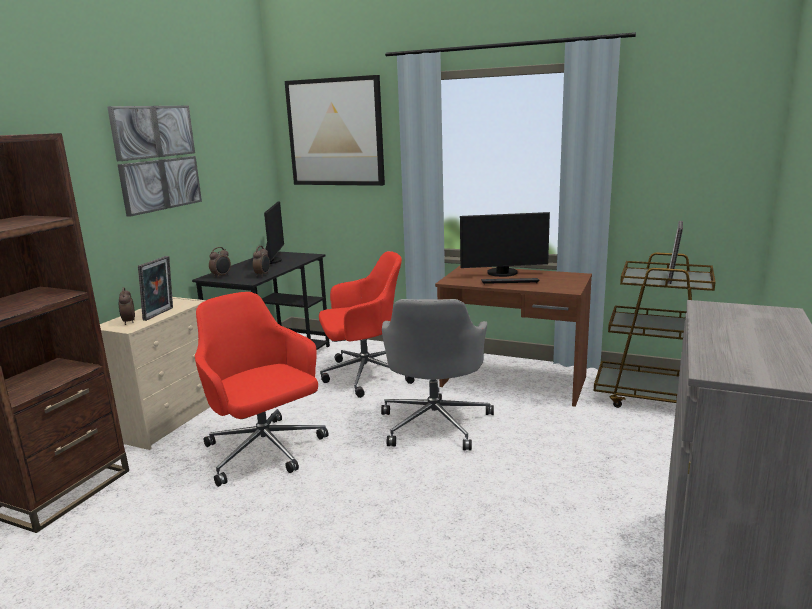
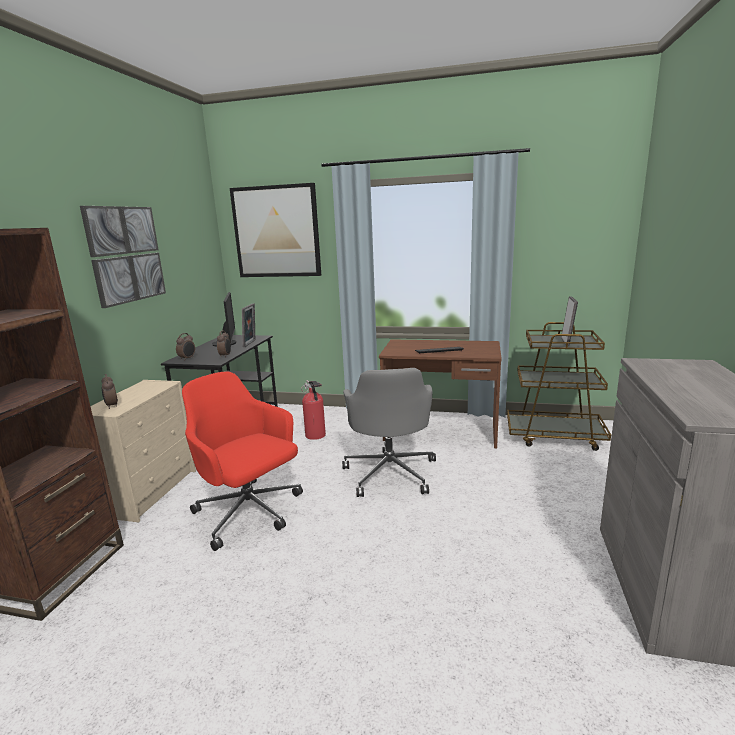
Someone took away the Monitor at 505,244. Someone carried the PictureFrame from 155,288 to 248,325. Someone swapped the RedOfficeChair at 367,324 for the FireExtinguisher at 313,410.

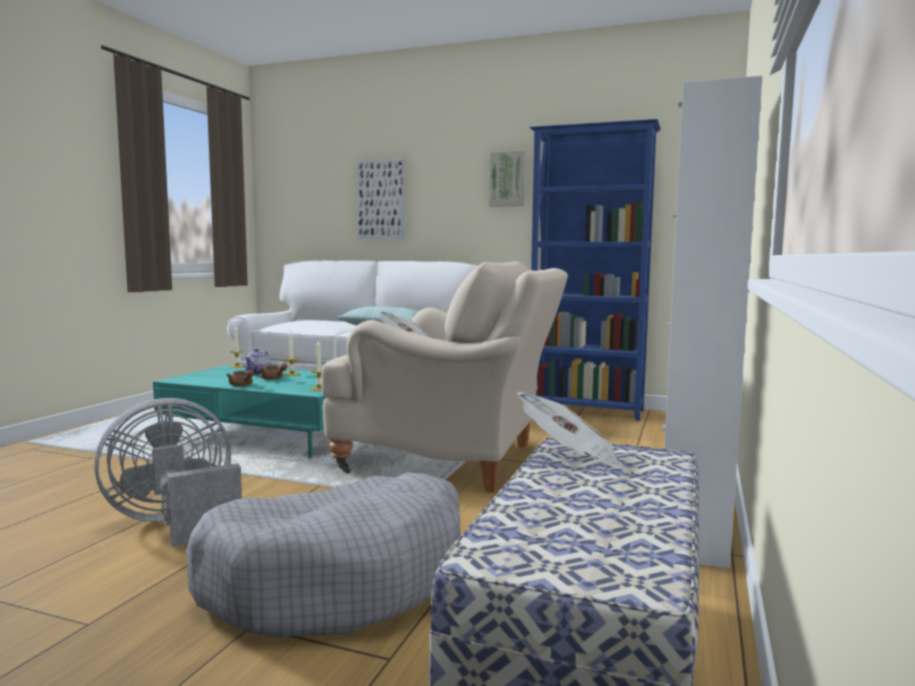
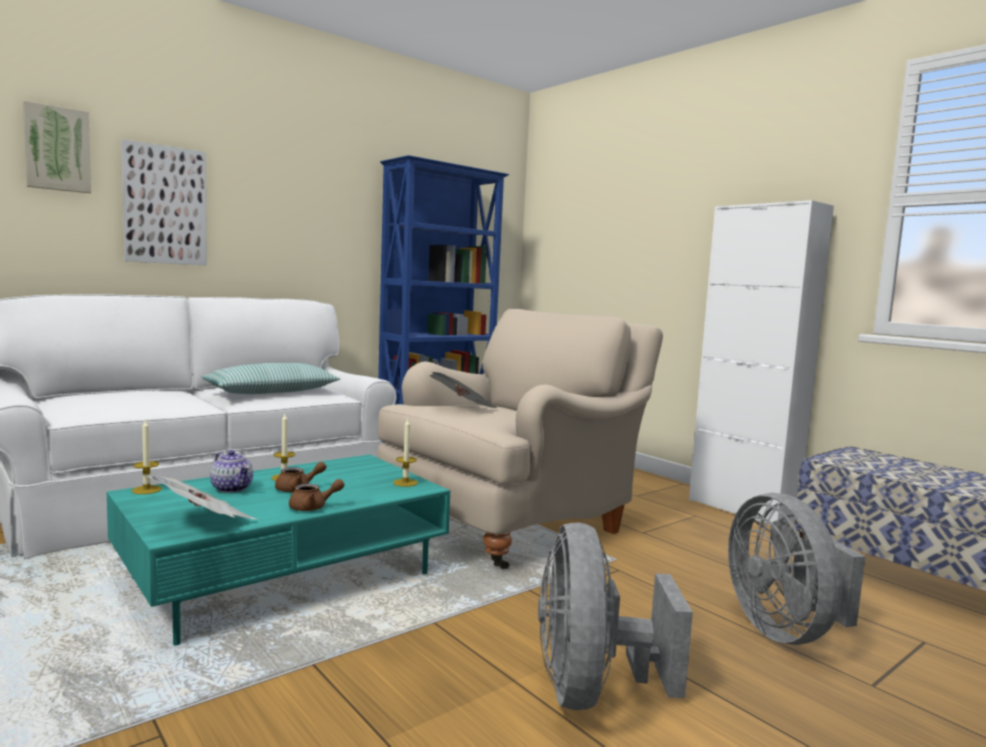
Someone carried the Picture from 507,179 to 57,147. Someone carried the Newspaper from 570,430 to 201,497. Someone swapped the GreyDogBed at 323,555 for the GreyFan at 796,569.

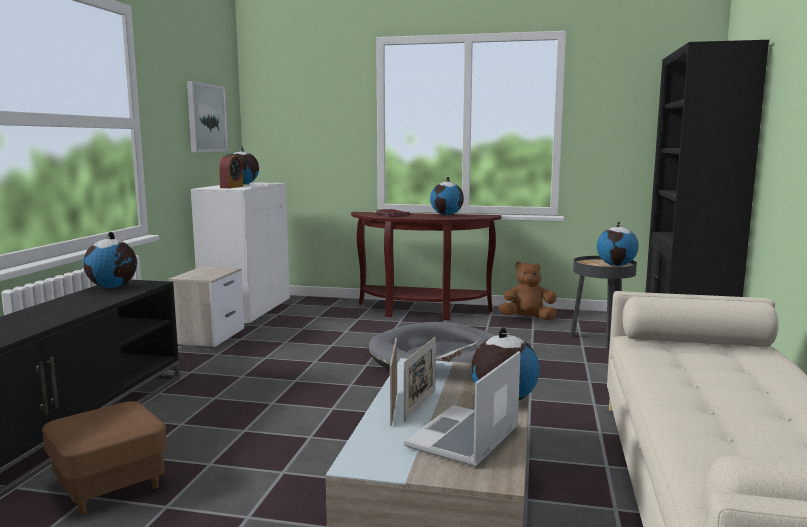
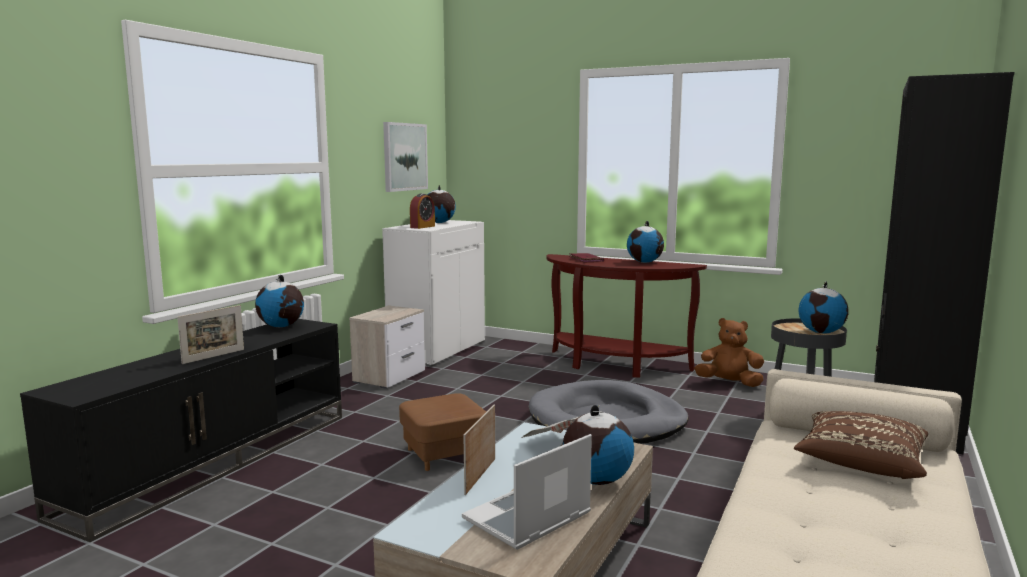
Someone put down the BrownPillow at 861,445. Someone carried the BrownOttoman from 104,457 to 442,432. Someone carried the PictureFrame from 420,379 to 210,334.

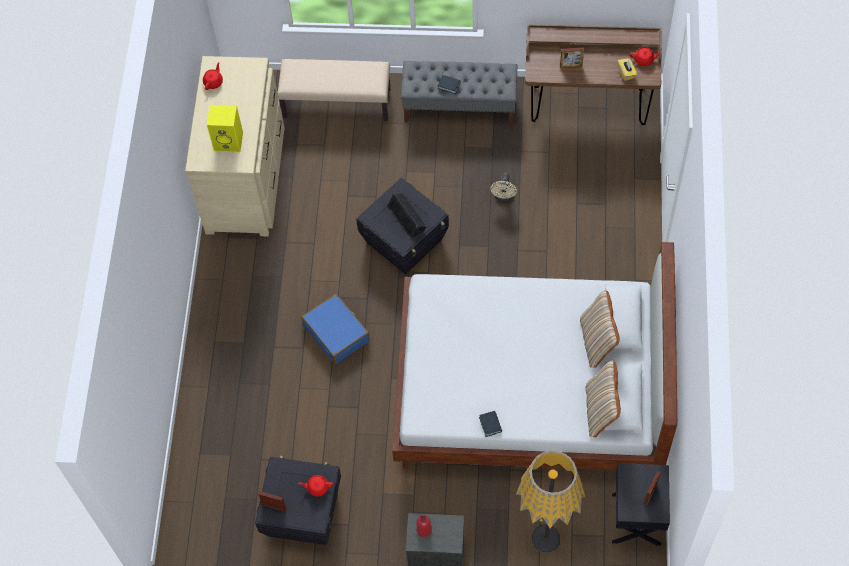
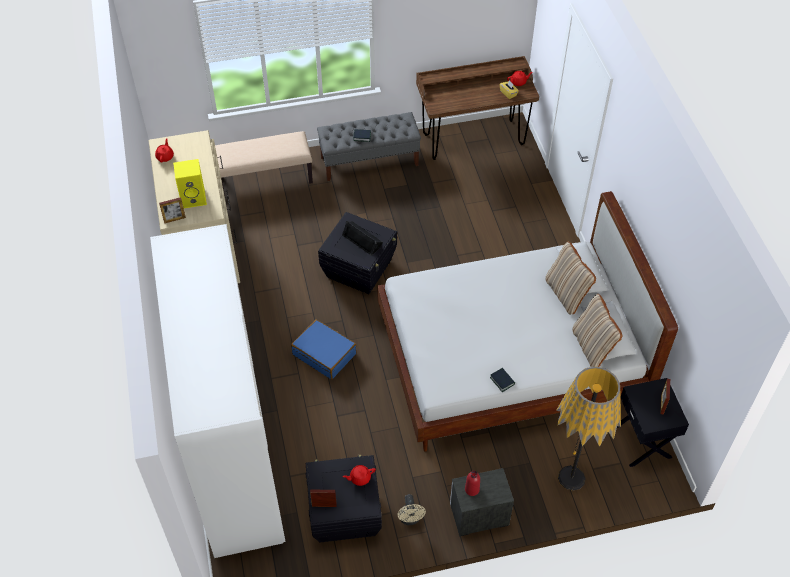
Someone put down the WhiteWardrobe at 218,391. Someone carried the BeigeFan from 503,188 to 412,509. Someone carried the PictureFrame from 572,57 to 172,210.

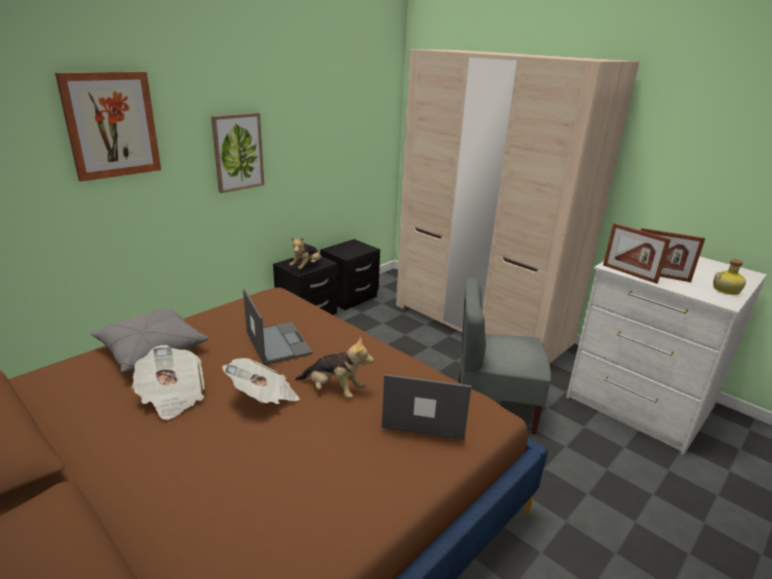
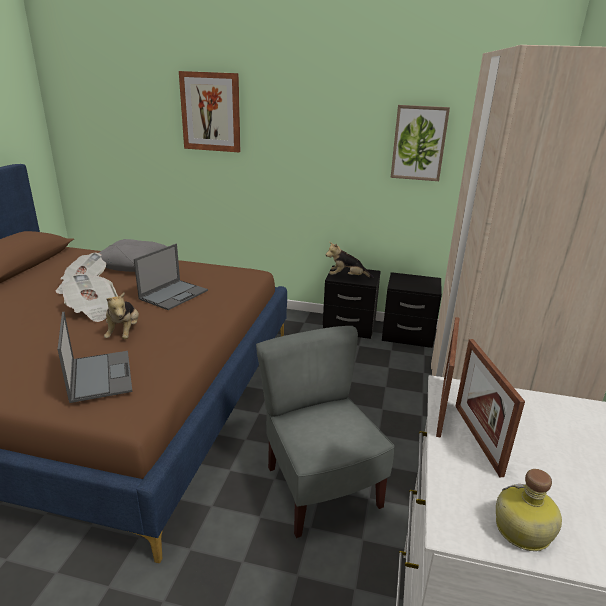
Someone carried the Picture from 237,153 to 420,143.

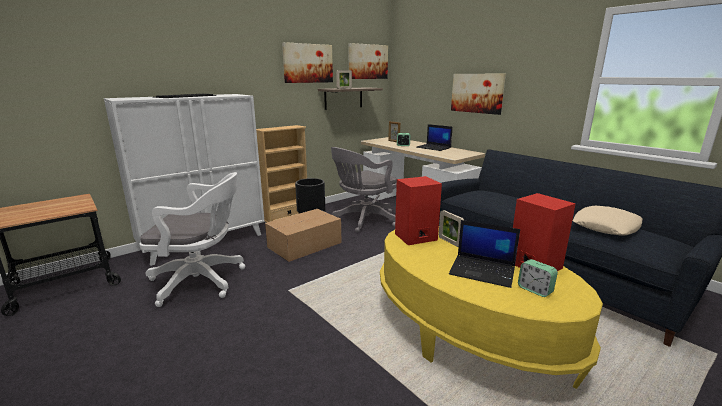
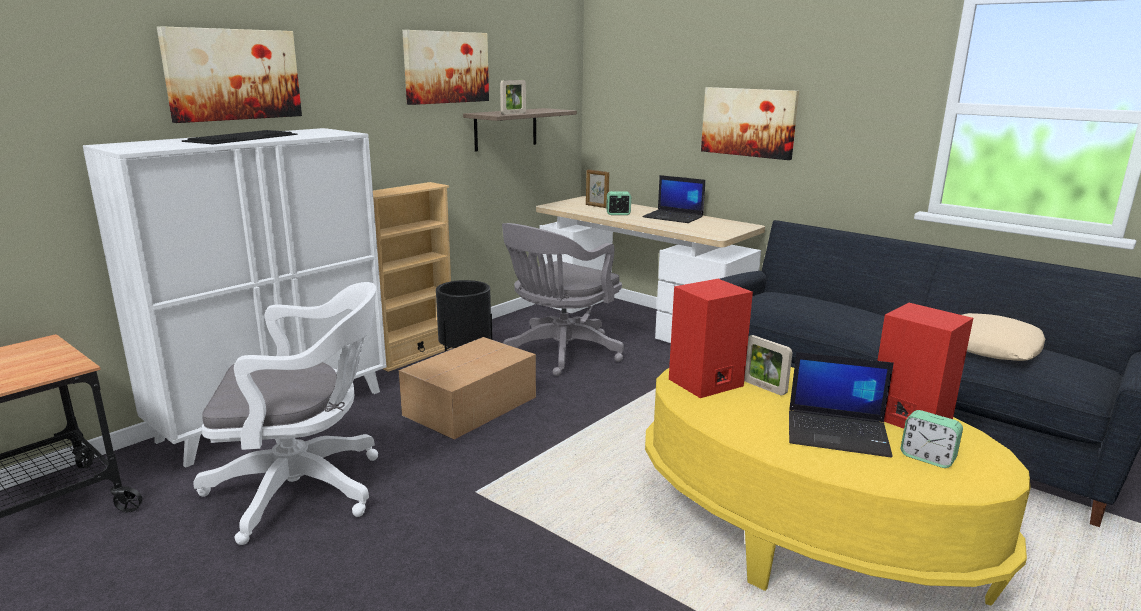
Someone carried the Picture from 368,61 to 229,74.

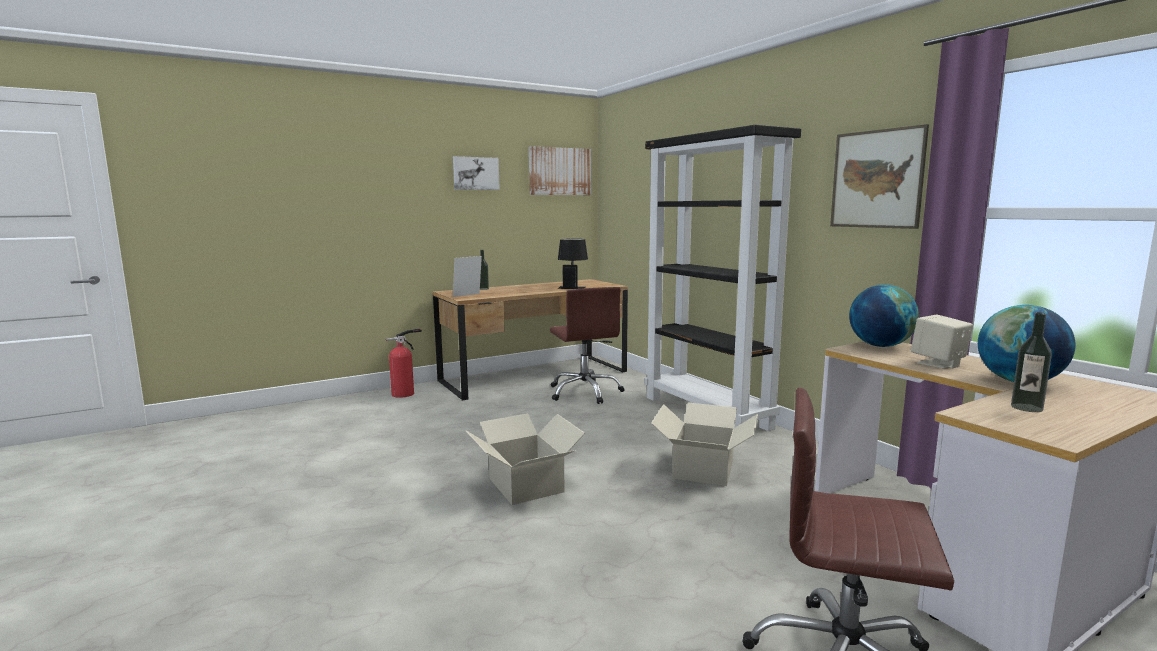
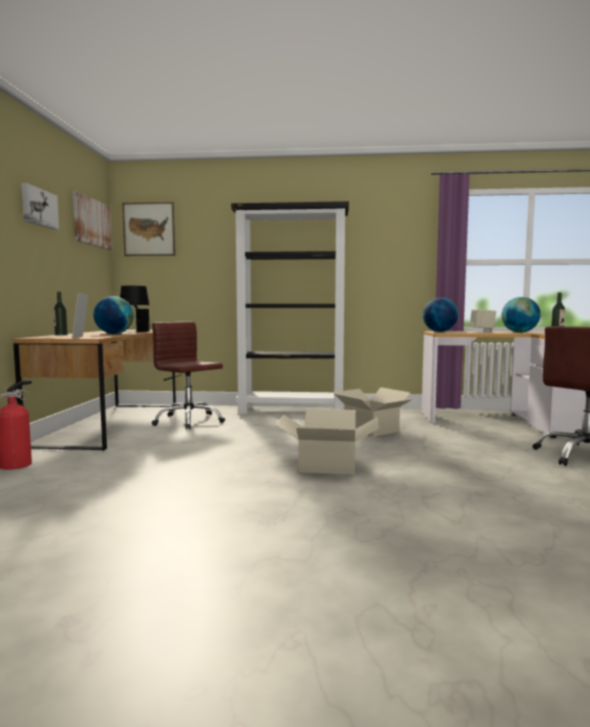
Someone put down the Globe at 113,315. Someone carried the Picture from 879,176 to 148,229. Someone rotated the BrownOfficeChair at 587,345 by 150 degrees counterclockwise.

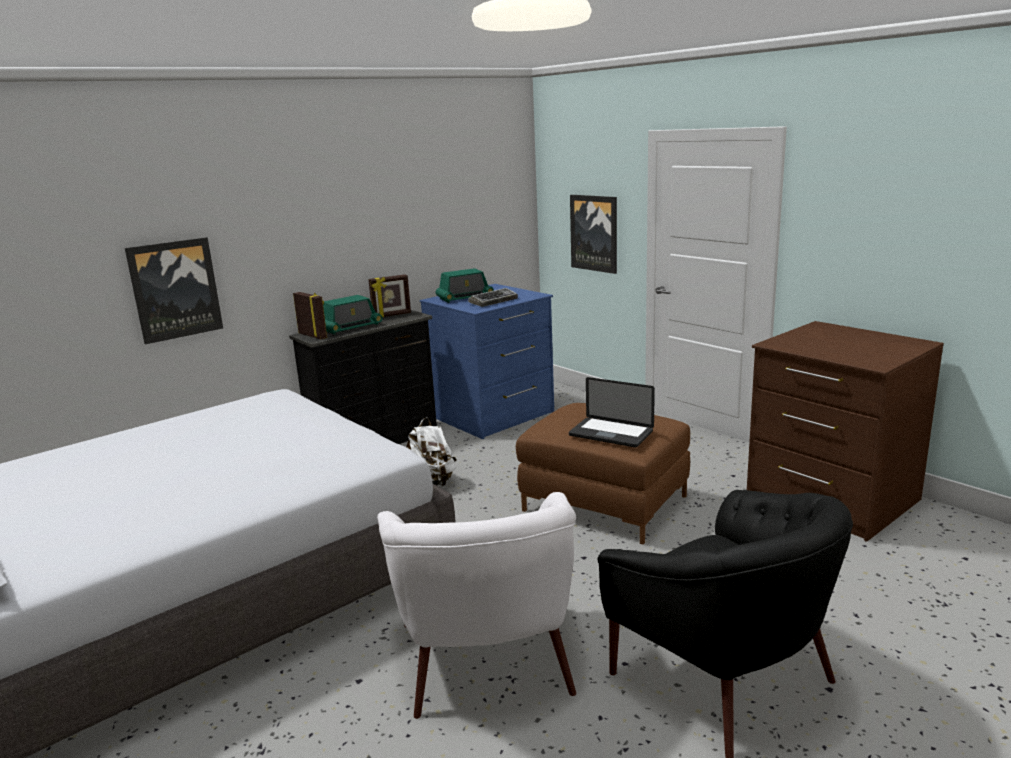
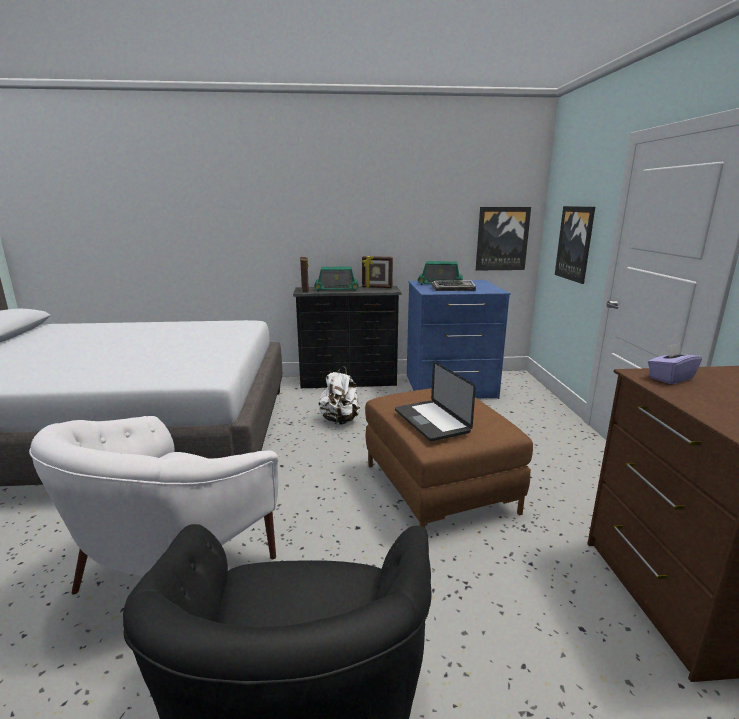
Someone put down the PurpleTissueBox at 675,363. Someone carried the Picture from 174,290 to 503,239.

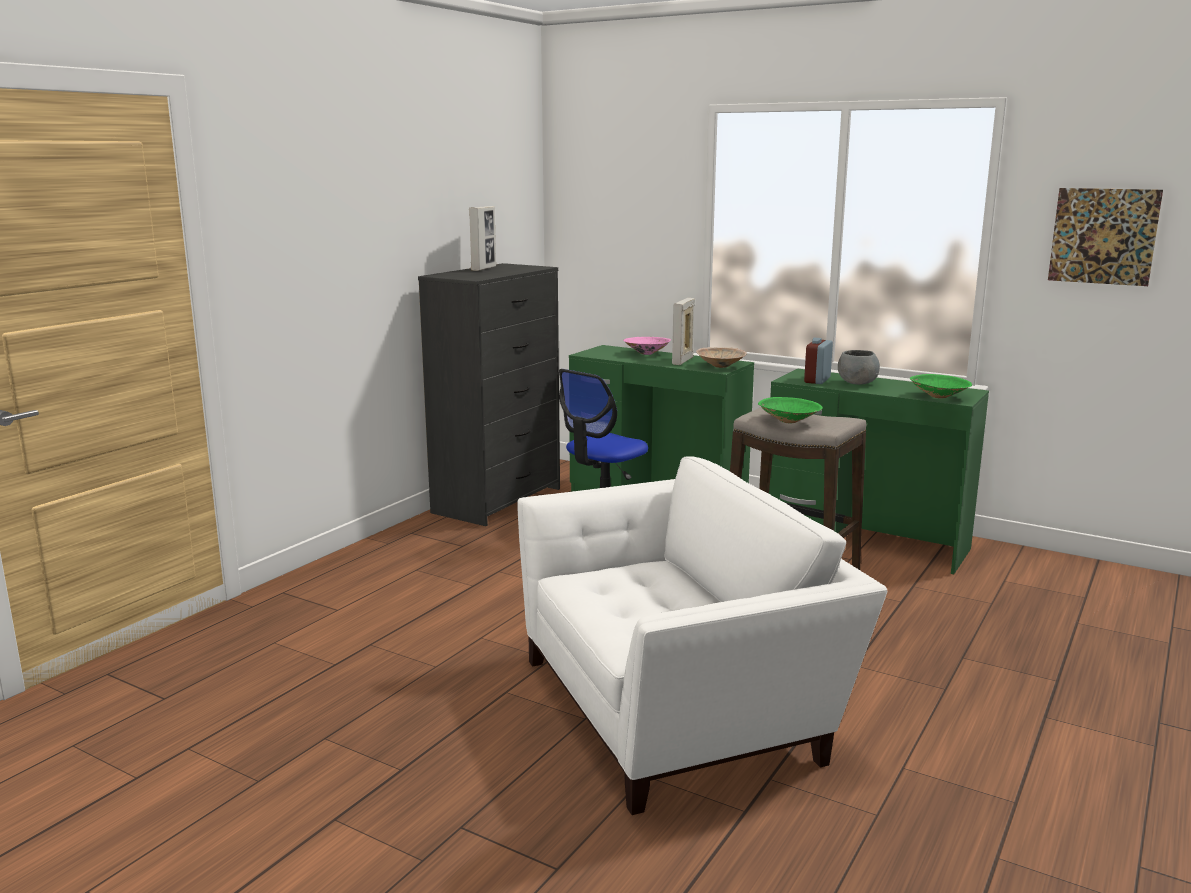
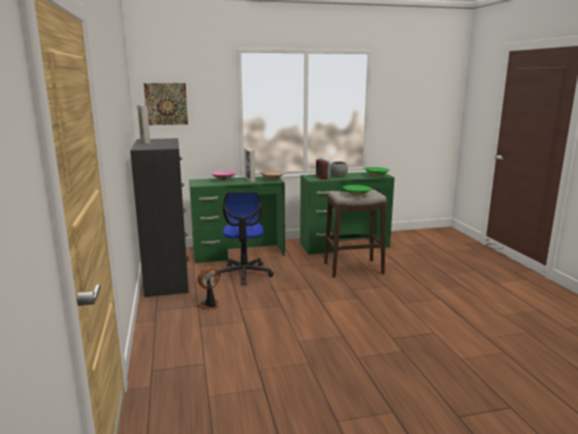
Someone took away the WhiteArmchair at 702,635. Someone put down the Fan at 207,288. Someone carried the Picture from 1105,237 to 166,104.

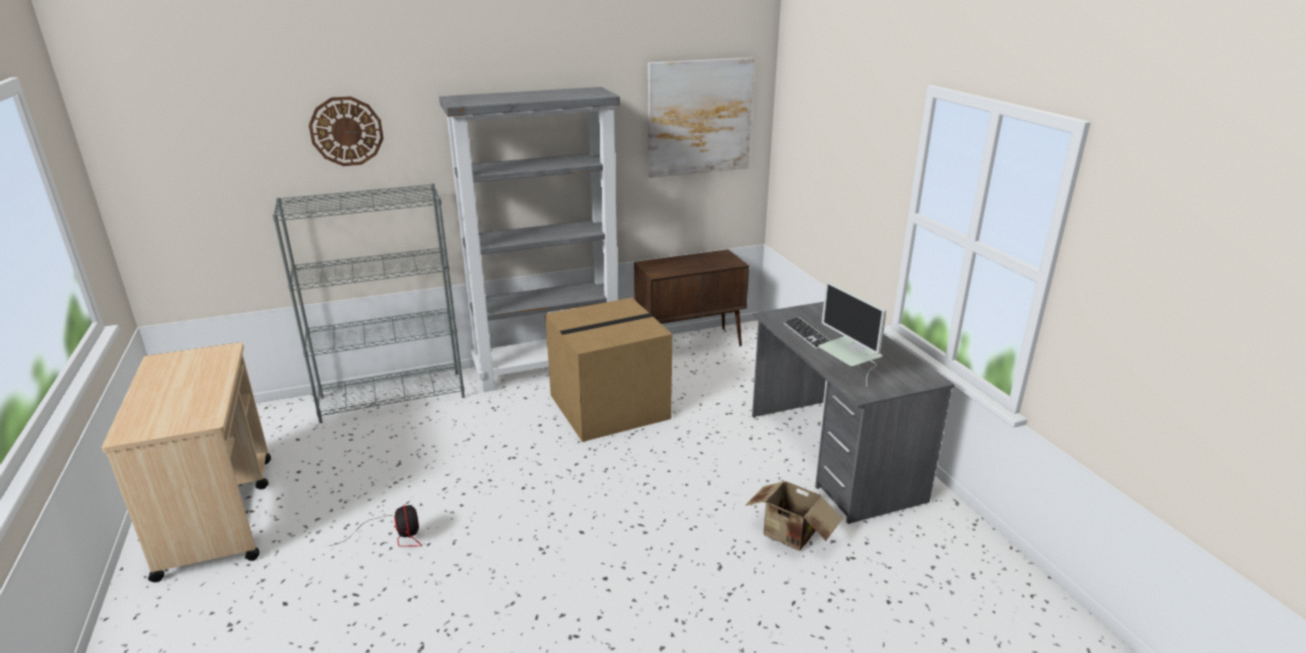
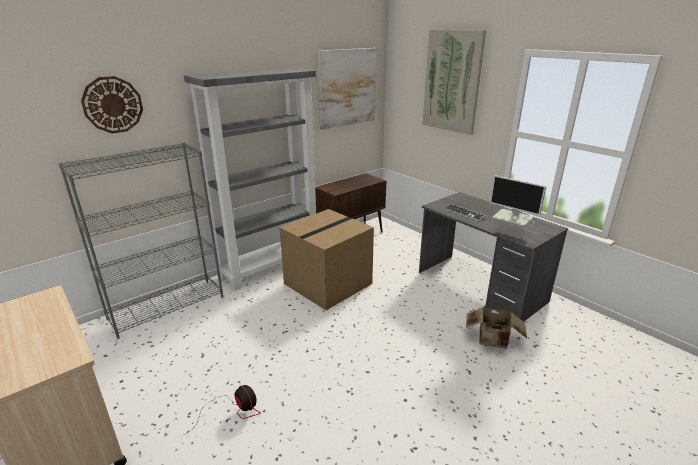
Someone put up the Picture at 454,82.

